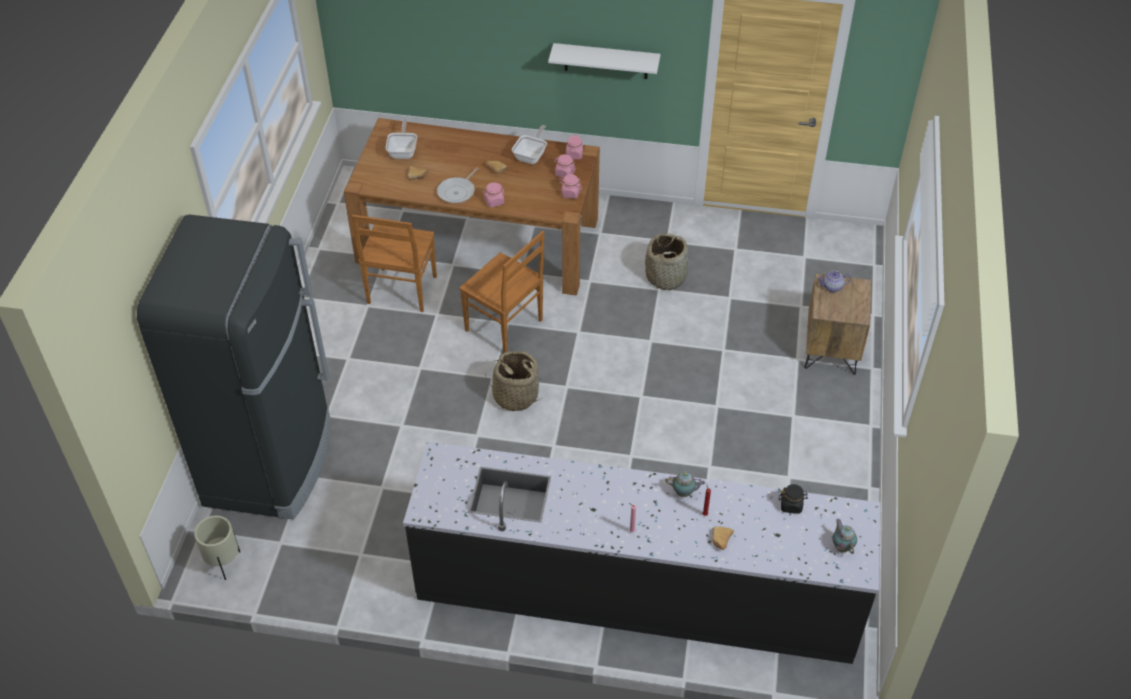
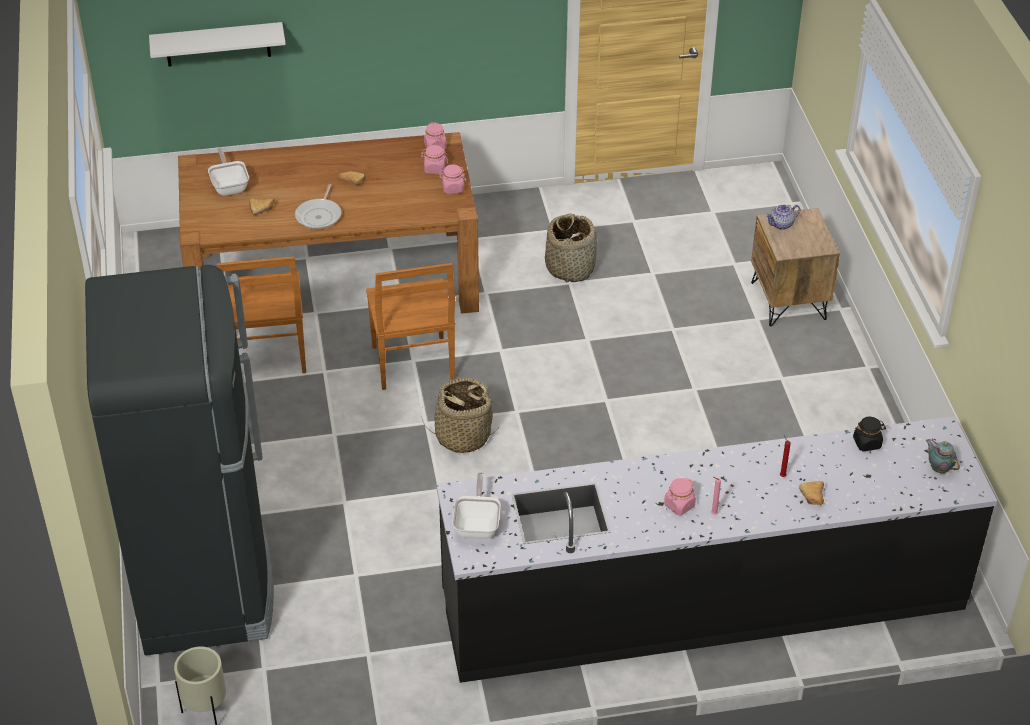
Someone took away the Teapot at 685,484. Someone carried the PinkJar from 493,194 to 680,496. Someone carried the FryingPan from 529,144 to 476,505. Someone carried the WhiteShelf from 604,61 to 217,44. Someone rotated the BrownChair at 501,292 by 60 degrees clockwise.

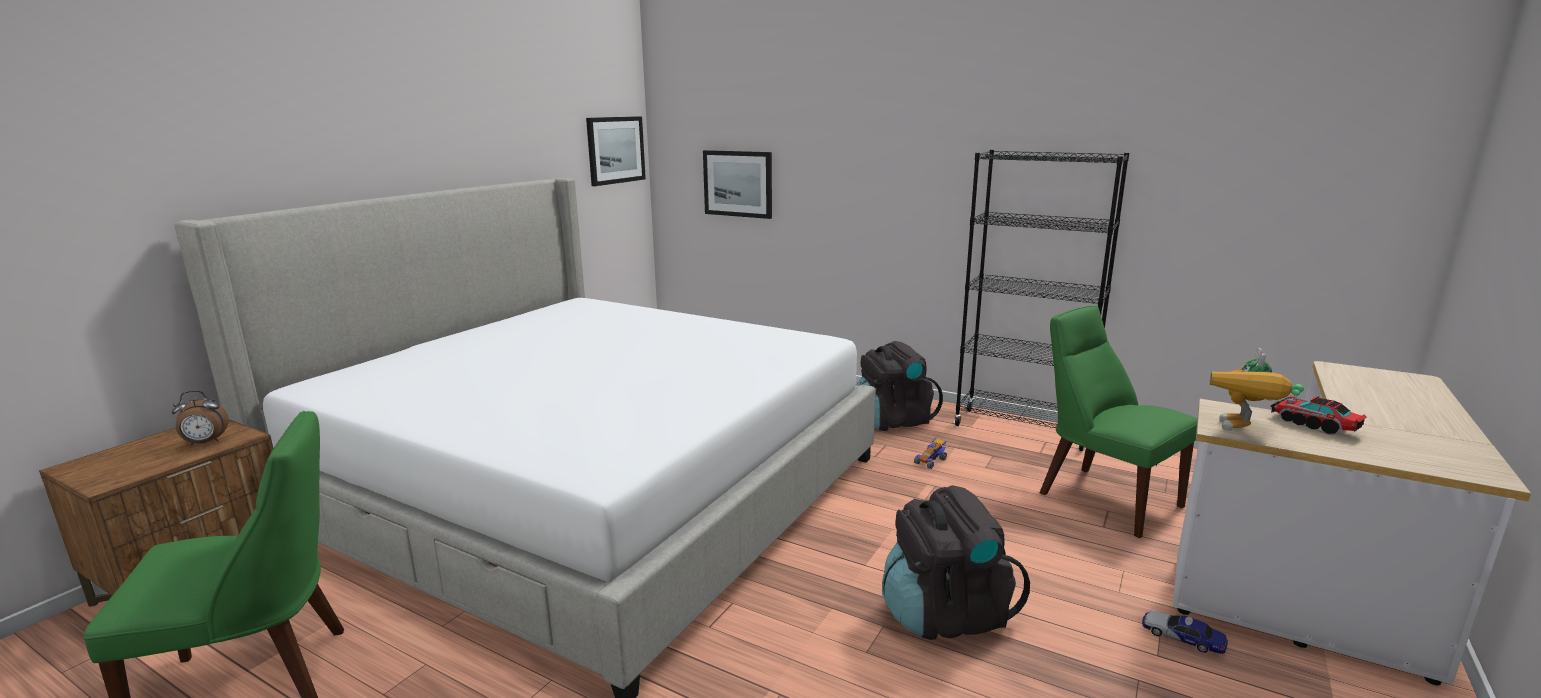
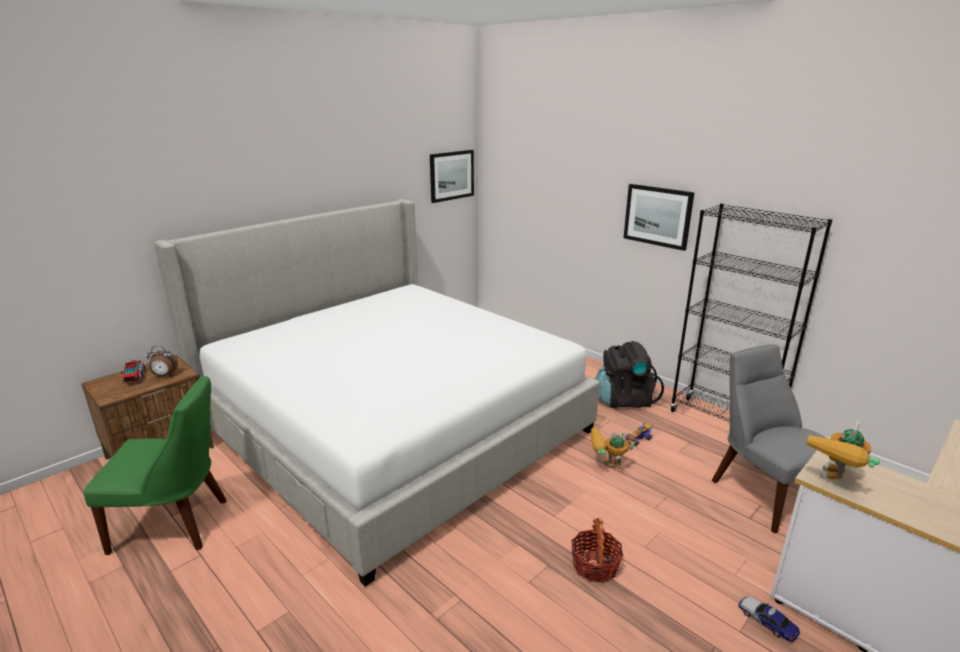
Someone put down the ToyRobot at 612,446. Someone carried the Picture from 737,184 to 658,217. Someone carried the ToyTruck from 1318,415 to 133,371. Someone swapped the BlackBackpack at 956,562 for the Basket at 597,550. Someone repainted the GreenChair at 1118,422, which became the GreyChair at 769,438.

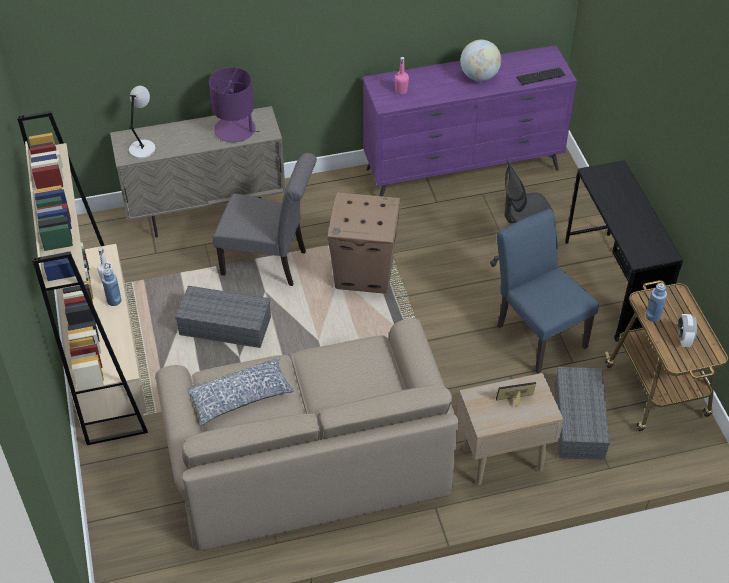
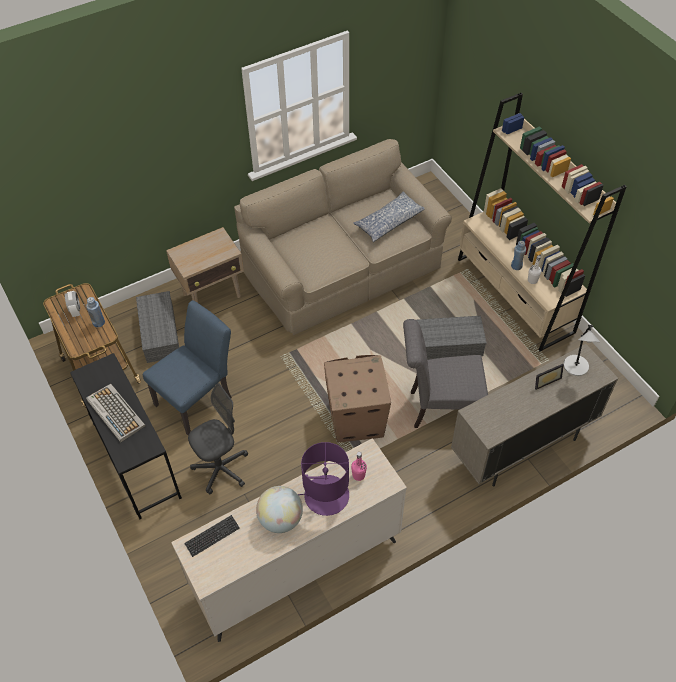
Someone put down the Keyboard at 115,413. Someone carried the PurpleTableLamp from 234,104 to 323,479. Someone carried the PictureFrame from 516,394 to 549,377. Someone repainted the PurpleDresser at 470,120, which became the BeigeDresser at 289,540. Someone rotated the BlueChair at 548,291 by 90 degrees counterclockwise.

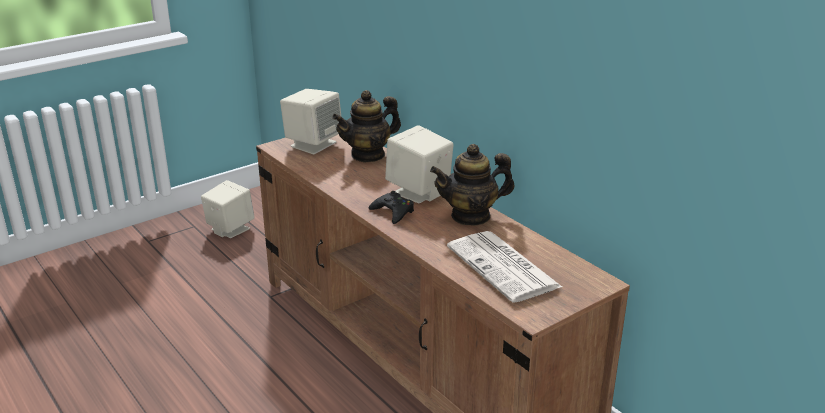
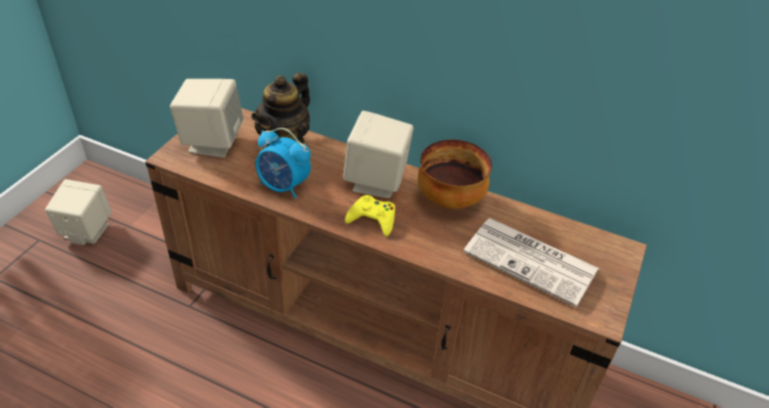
Someone put down the AlarmClock at 283,163. Someone swapped the Teapot at 472,185 for the Bowl at 455,174. Someone repainted the BlackGameController at 391,207, which became the YellowGameController at 370,216.

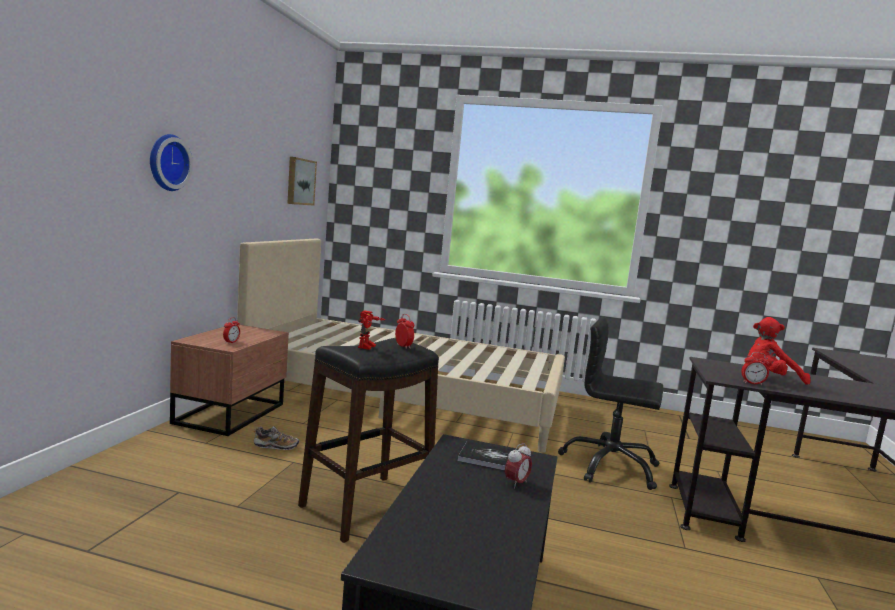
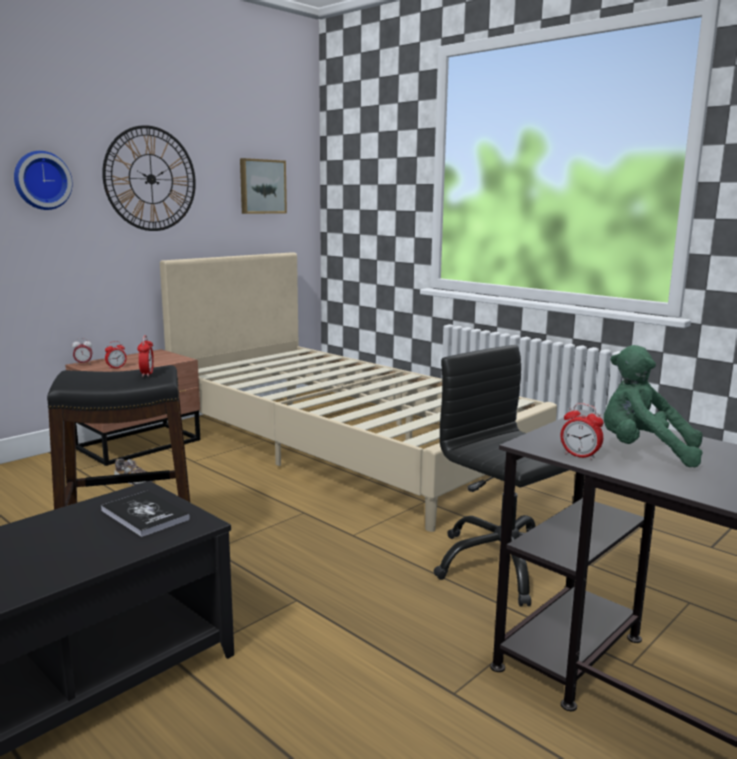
Someone took away the ToyRobot at 371,330. Someone put up the WallClock at 149,178. Someone carried the AlarmClock from 518,466 to 82,352. Someone repainted the RedPlushToy at 779,351, which became the GreenPlushToy at 653,406.

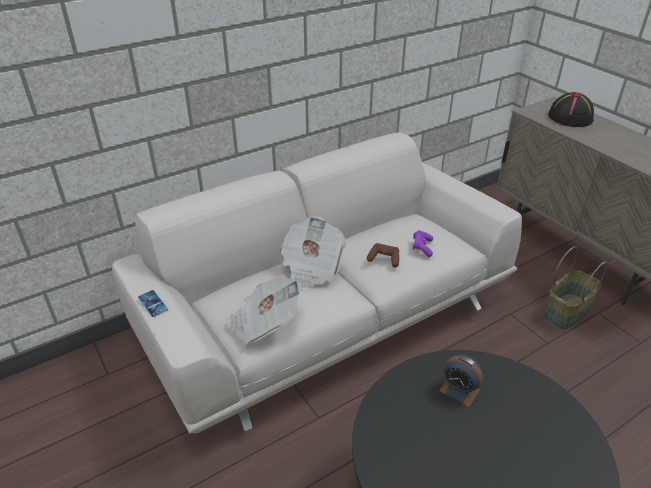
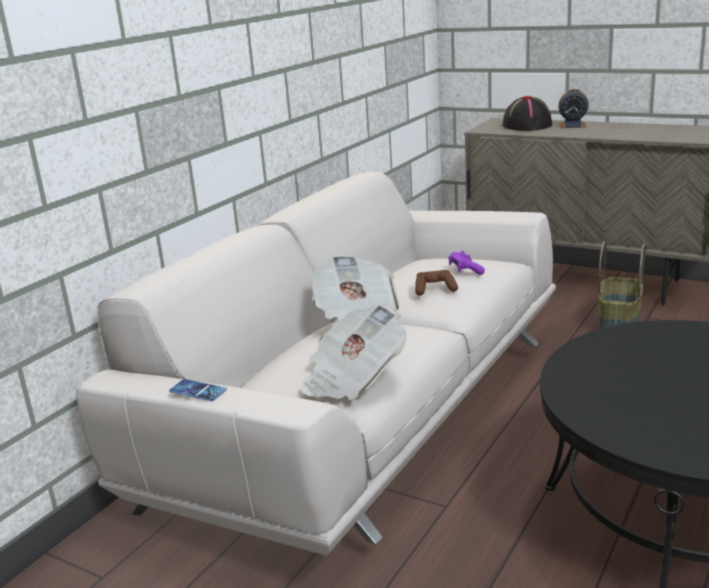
Someone carried the AlarmClock from 461,380 to 573,108.

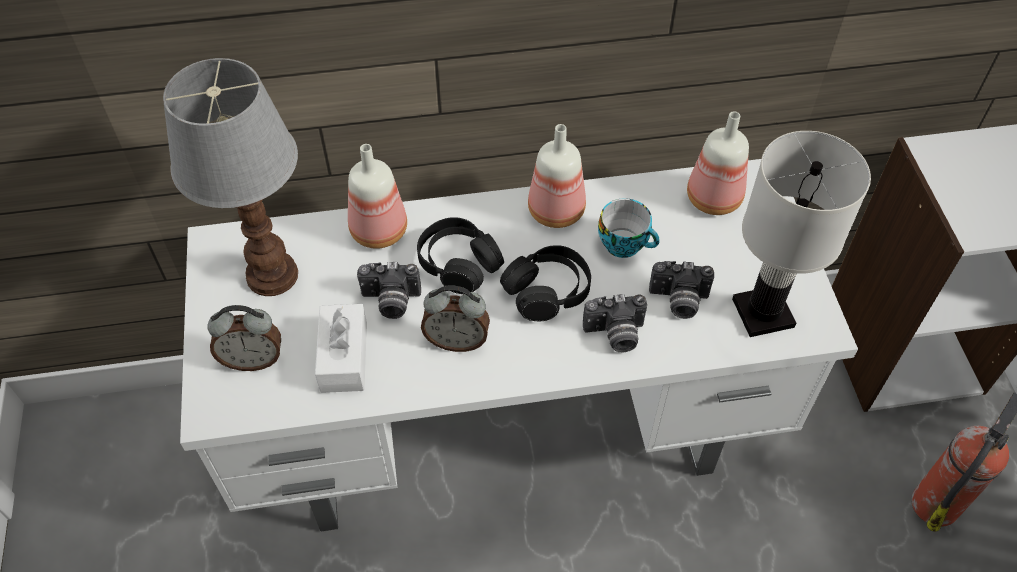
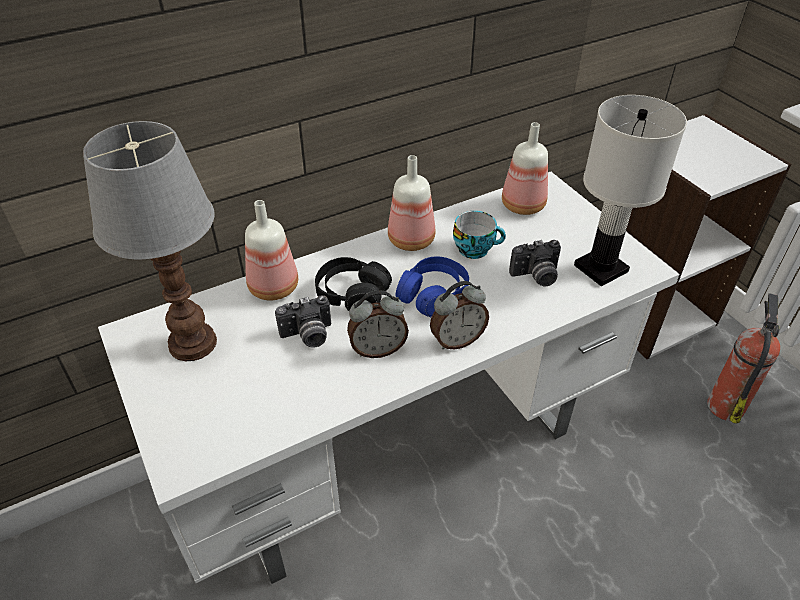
Someone took away the WhiteTissueBox at 341,348. Someone took away the PhotoCamera at 615,323. Someone carried the AlarmClock from 244,338 to 459,315. Someone repainted the BlackHeadphones at 545,283, which became the BlueHeadphones at 432,286.

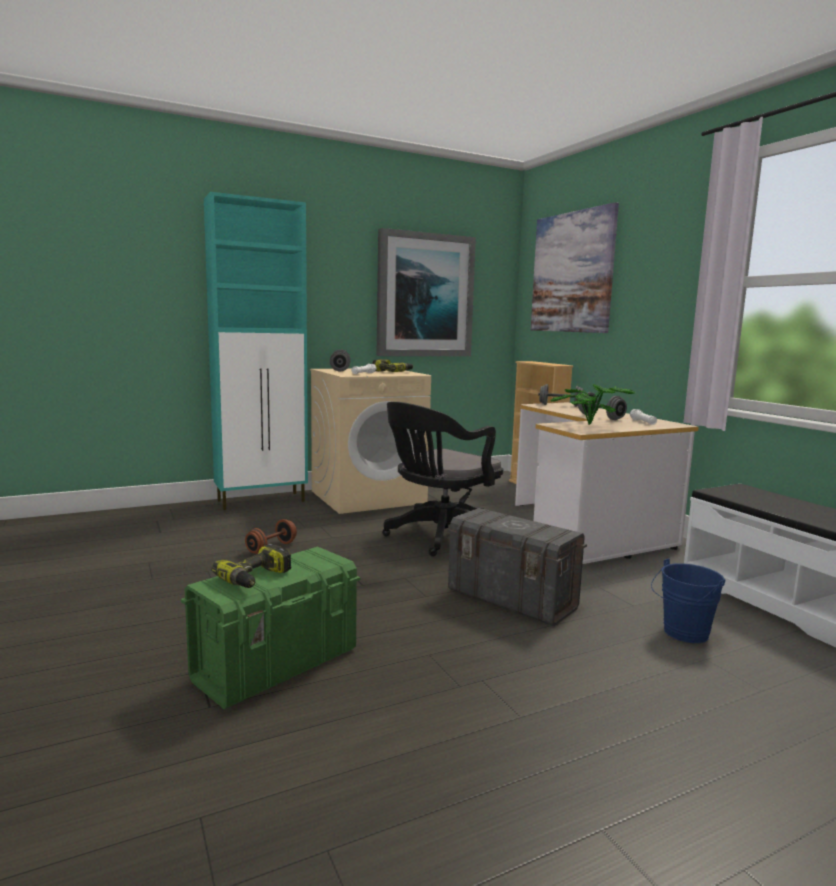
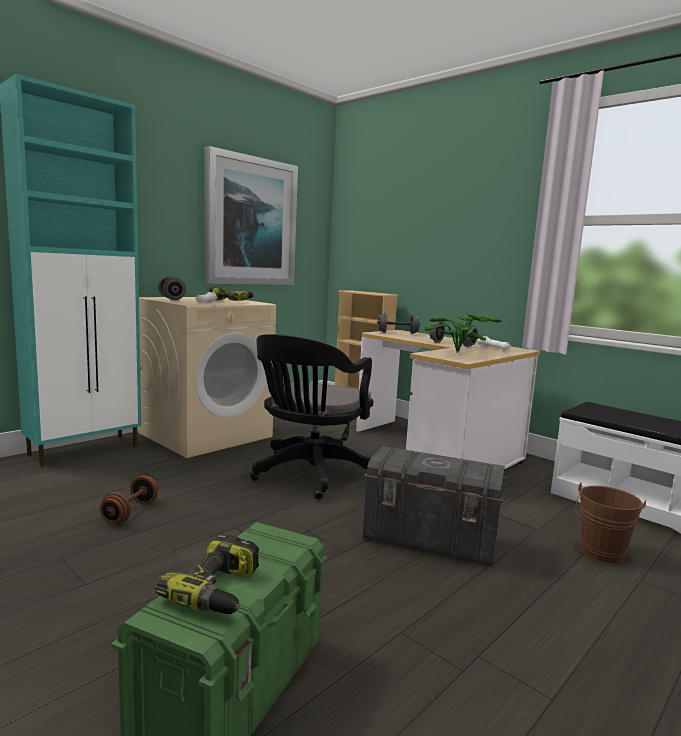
Someone took away the Picture at 575,267. Someone repainted the BlueBucket at 688,601, which became the BrownBucket at 610,523.

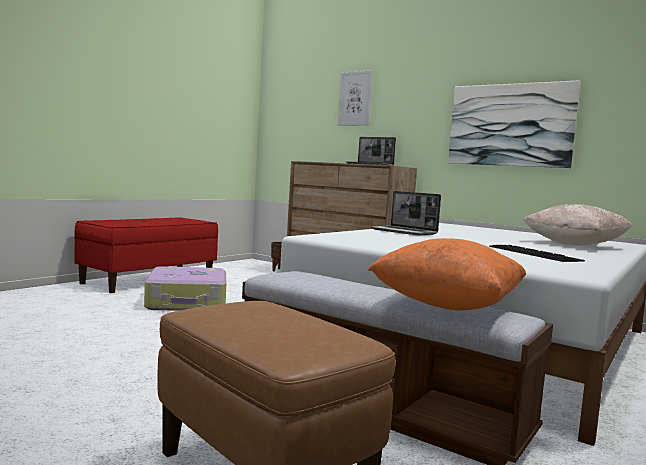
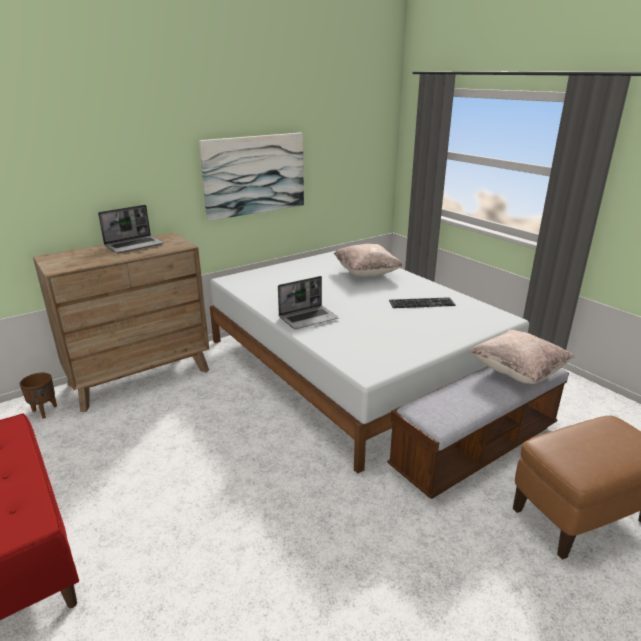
Someone took away the Suitcase at 185,288. Someone took away the Picture at 355,97. Someone repainted the OrangePillow at 447,274, which became the BeigePillow at 522,357.

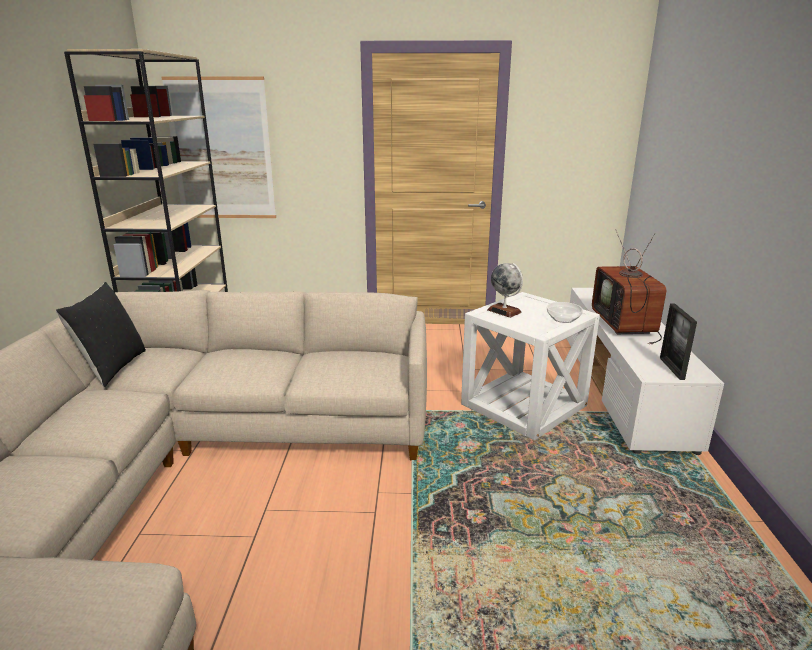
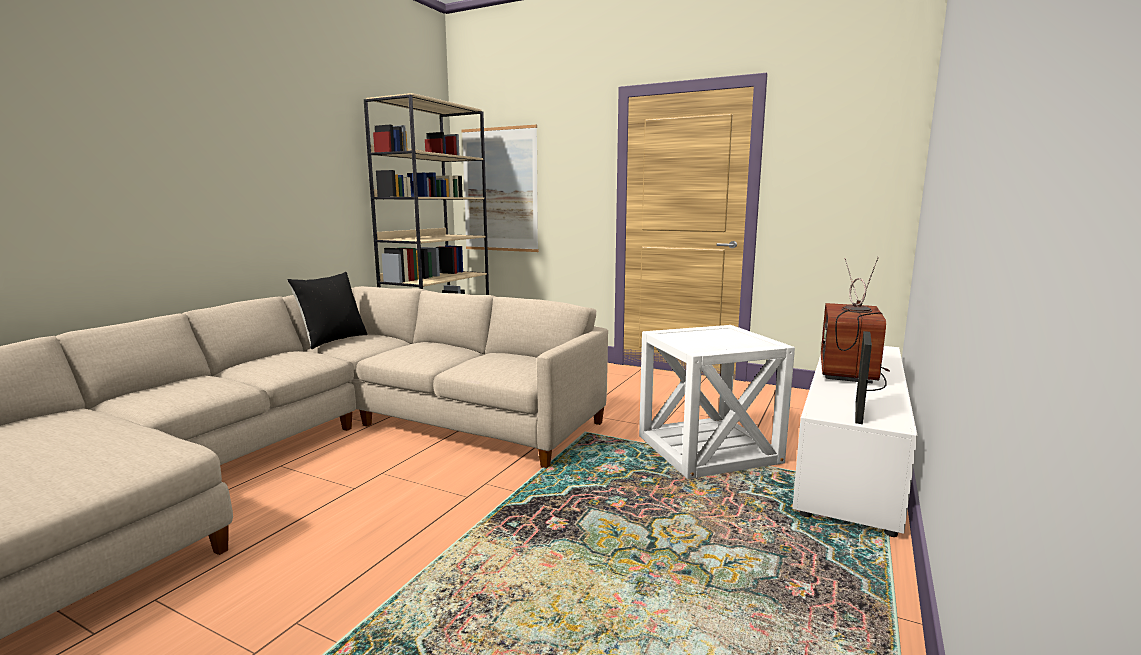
Someone took away the Globe at 505,290. Someone took away the Bowl at 565,312.

